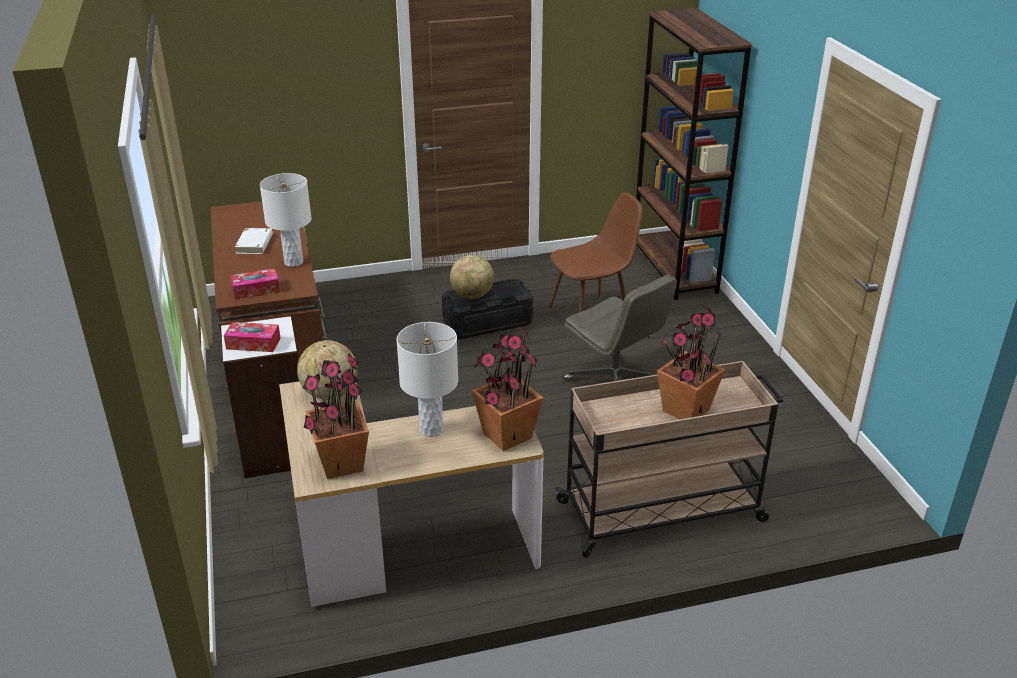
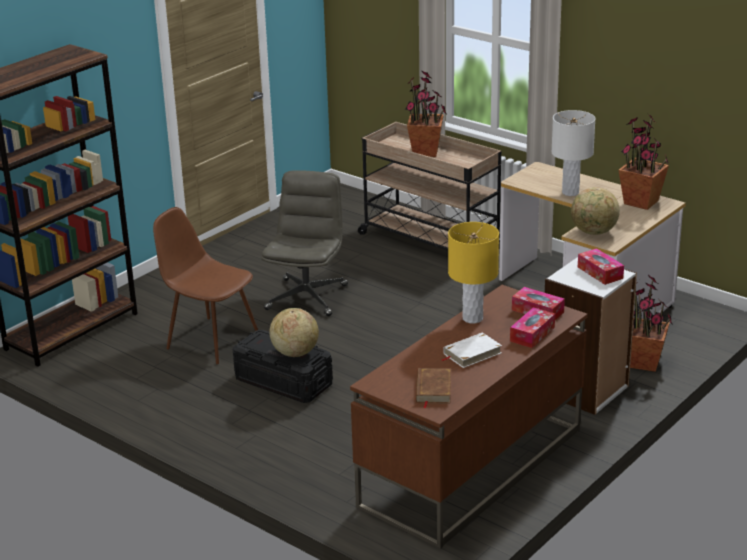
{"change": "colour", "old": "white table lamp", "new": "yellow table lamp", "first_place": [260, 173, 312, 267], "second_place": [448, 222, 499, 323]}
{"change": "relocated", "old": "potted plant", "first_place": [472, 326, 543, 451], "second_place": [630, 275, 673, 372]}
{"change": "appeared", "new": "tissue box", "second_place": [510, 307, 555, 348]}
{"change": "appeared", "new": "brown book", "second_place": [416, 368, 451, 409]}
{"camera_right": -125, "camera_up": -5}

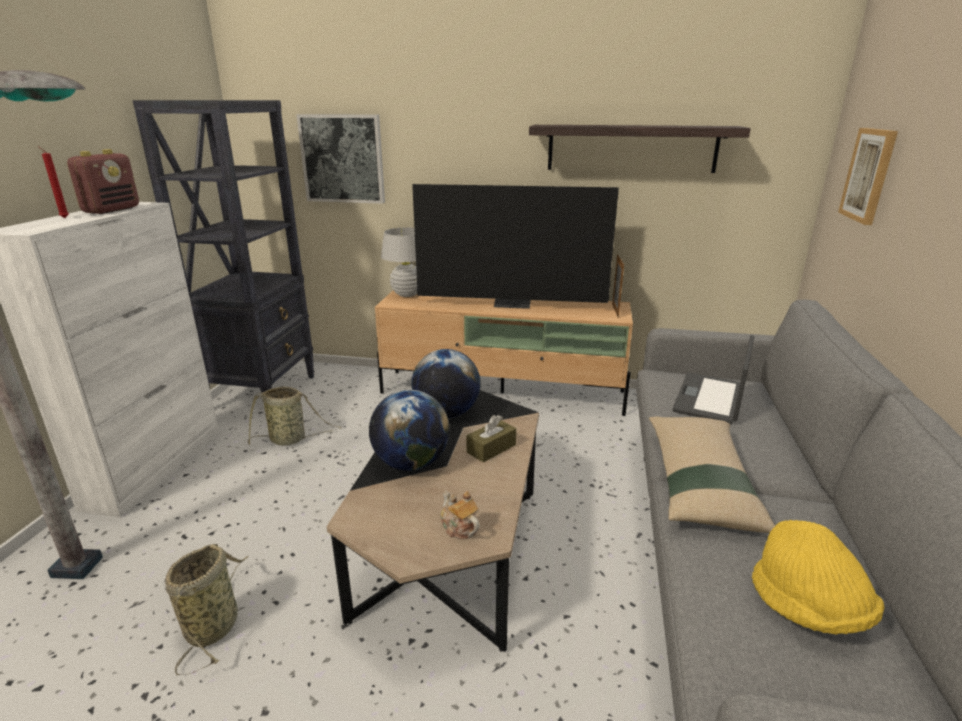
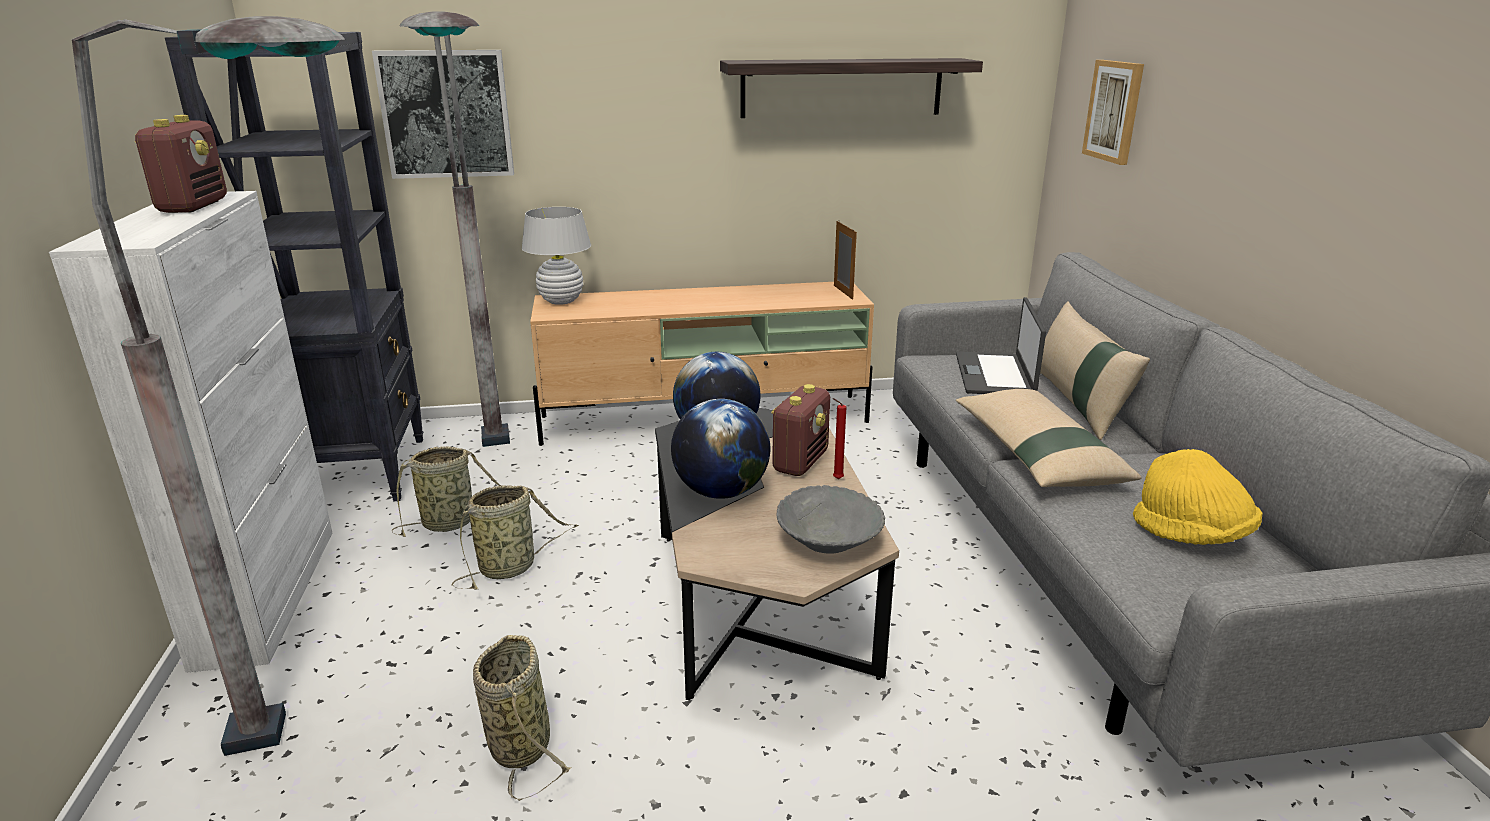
{"change": "relocated", "old": "red candle", "first_place": [38, 146, 69, 218], "second_place": [832, 398, 846, 479]}
{"change": "missing", "old": "television", "first_place": [412, 184, 619, 309]}
{"change": "exchanged", "old": "brown tissue box", "new": "radio", "first_place": [466, 415, 516, 463], "second_place": [771, 384, 830, 476]}
{"change": "exchanged", "old": "teapot", "new": "grey bowl", "first_place": [440, 491, 480, 539], "second_place": [776, 485, 885, 554]}
{"change": "appeared", "new": "grey floor lamp", "second_place": [400, 12, 510, 447]}
{"change": "appeared", "new": "beige pillow", "second_place": [1040, 301, 1150, 440]}
{"change": "appeared", "new": "basket", "second_place": [451, 485, 579, 590]}
{"camera_right": -20, "camera_up": 0}

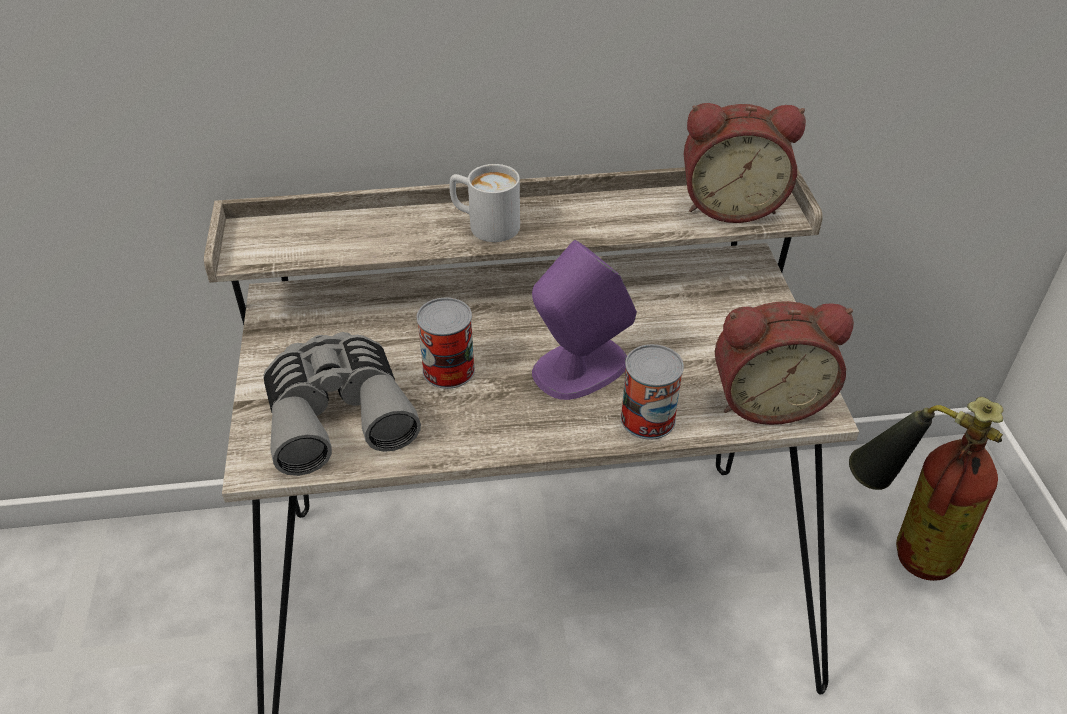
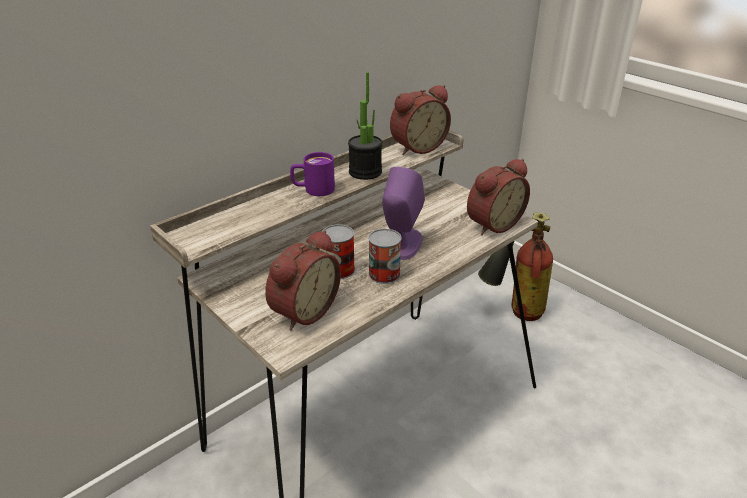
{"change": "colour", "old": "white mug", "new": "purple mug", "first_place": [449, 164, 520, 242], "second_place": [290, 152, 335, 196]}
{"change": "exchanged", "old": "grey binoculars", "new": "alarm clock", "first_place": [264, 332, 421, 476], "second_place": [265, 230, 341, 331]}
{"change": "relocated", "old": "can", "first_place": [620, 344, 684, 439], "second_place": [368, 229, 402, 284]}
{"change": "appeared", "new": "potted plant", "second_place": [348, 72, 382, 180]}
{"camera_right": -35, "camera_up": -10}

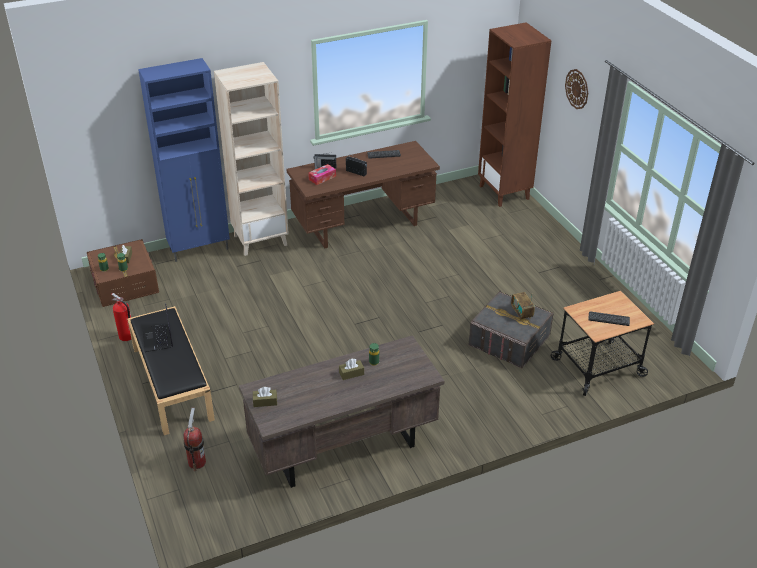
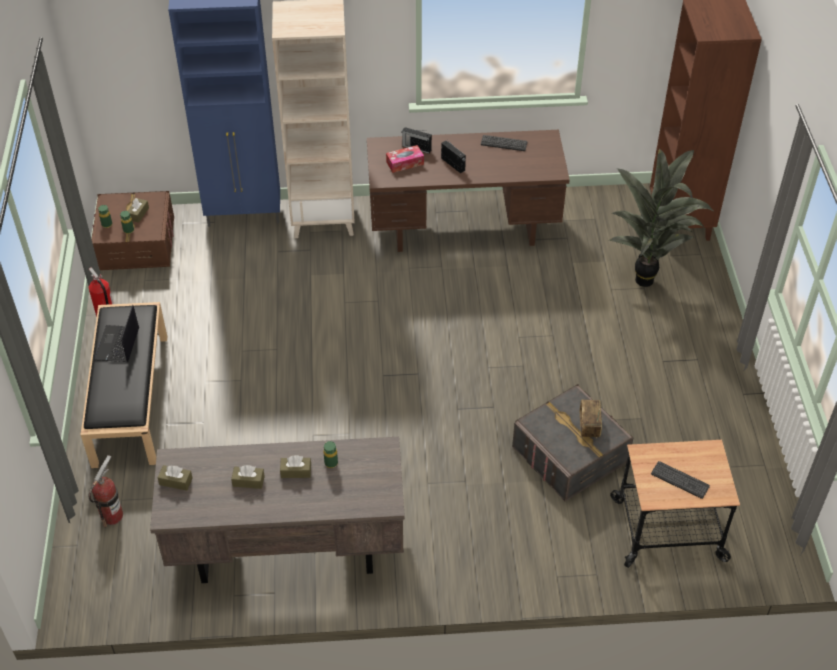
{"change": "missing", "old": "wall clock", "first_place": [565, 69, 588, 109]}
{"change": "appeared", "new": "potted plant", "second_place": [609, 148, 713, 287]}
{"change": "appeared", "new": "brown tissue box", "second_place": [231, 465, 265, 489]}
{"camera_right": 20, "camera_up": 10}

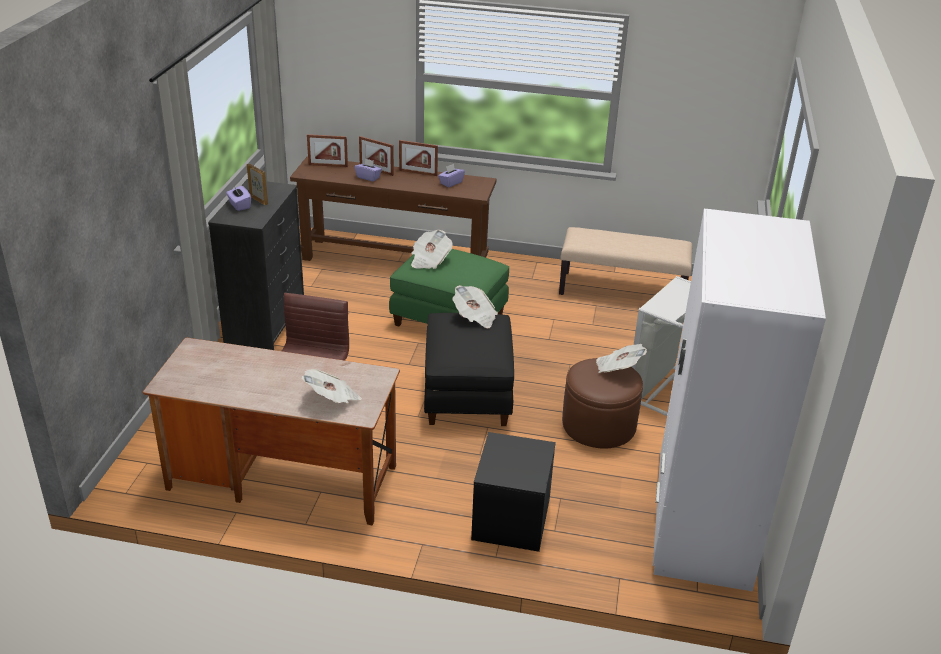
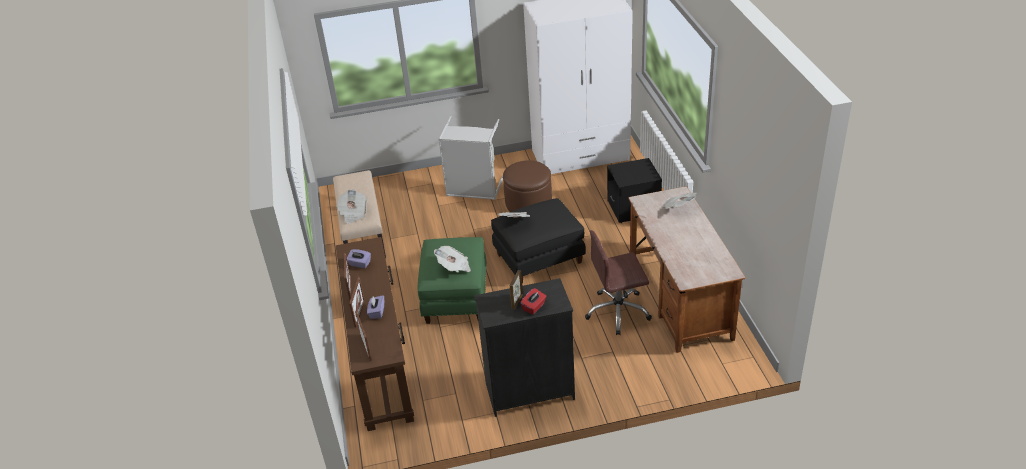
{"change": "colour", "old": "purple tissue box", "new": "red tissue box", "first_place": [226, 186, 251, 211], "second_place": [520, 288, 546, 314]}
{"change": "relocated", "old": "newspaper", "first_place": [596, 344, 647, 373], "second_place": [337, 189, 367, 224]}
{"camera_right": -110, "camera_up": 5}

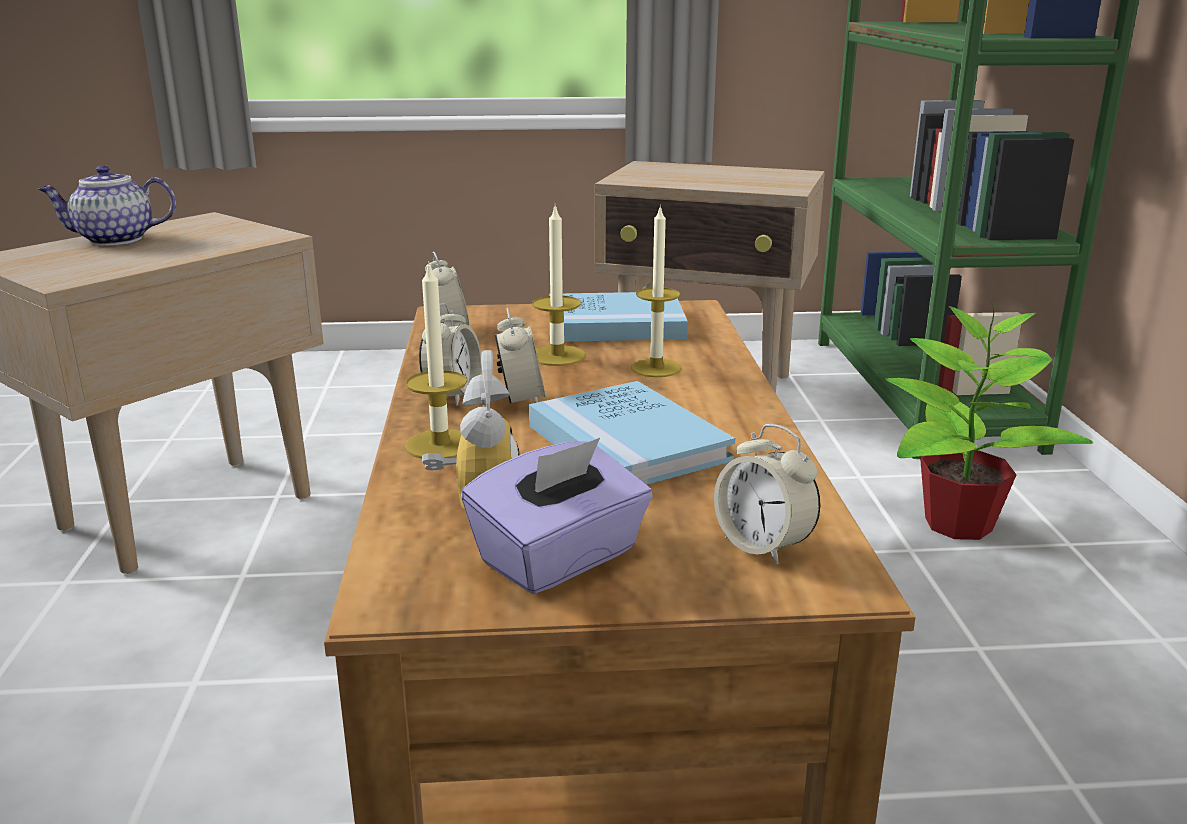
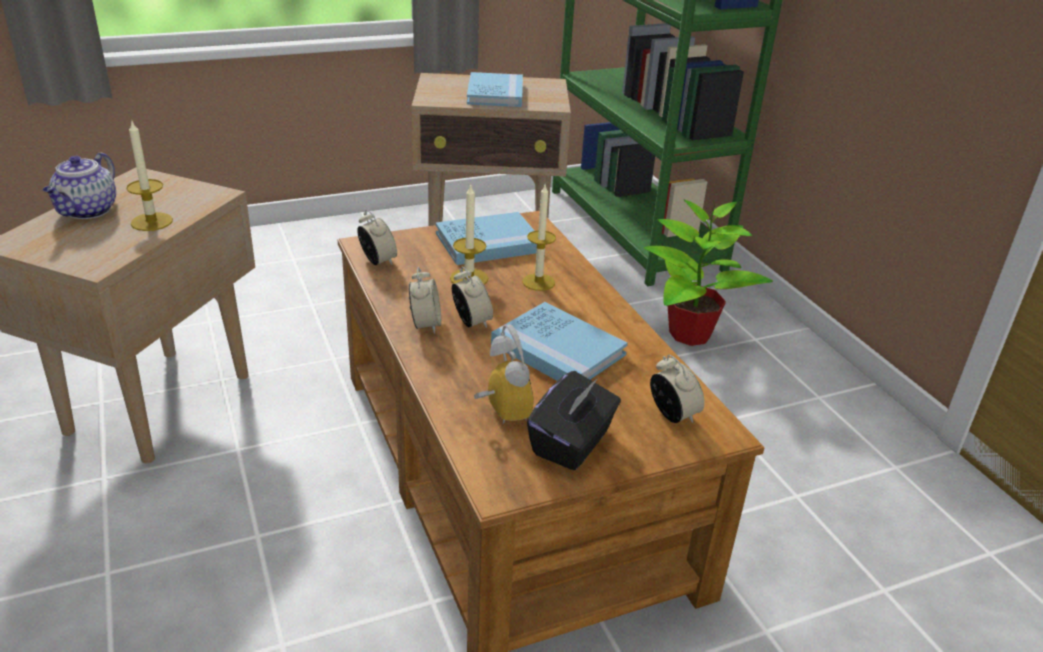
{"change": "spun", "old": "teapot", "first_place": [38, 165, 176, 246], "second_place": [43, 153, 116, 219], "degrees": -45}
{"change": "relocated", "old": "candle", "first_place": [405, 261, 467, 459], "second_place": [126, 119, 173, 231]}
{"change": "spun", "old": "alarm clock", "first_place": [714, 424, 820, 565], "second_place": [650, 355, 705, 423], "degrees": -150}
{"change": "colour", "old": "purple tissue box", "new": "black tissue box", "first_place": [461, 438, 653, 594], "second_place": [527, 371, 621, 470]}
{"change": "appeared", "new": "blue book", "second_place": [467, 72, 523, 107]}
{"camera_right": -20, "camera_up": 10}

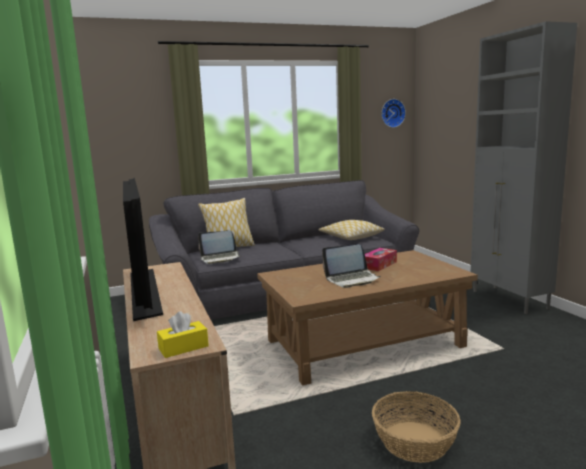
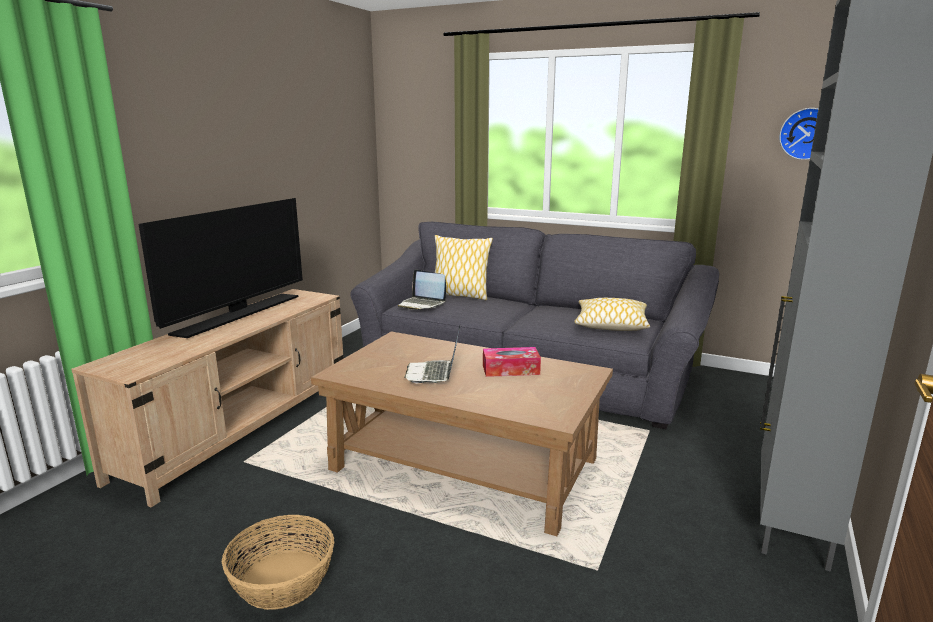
{"change": "spun", "old": "laptop", "first_place": [322, 244, 381, 288], "second_place": [404, 326, 460, 383], "degrees": 60}
{"change": "missing", "old": "yellow tissue box", "first_place": [157, 311, 209, 358]}
{"camera_right": 45, "camera_up": 5}

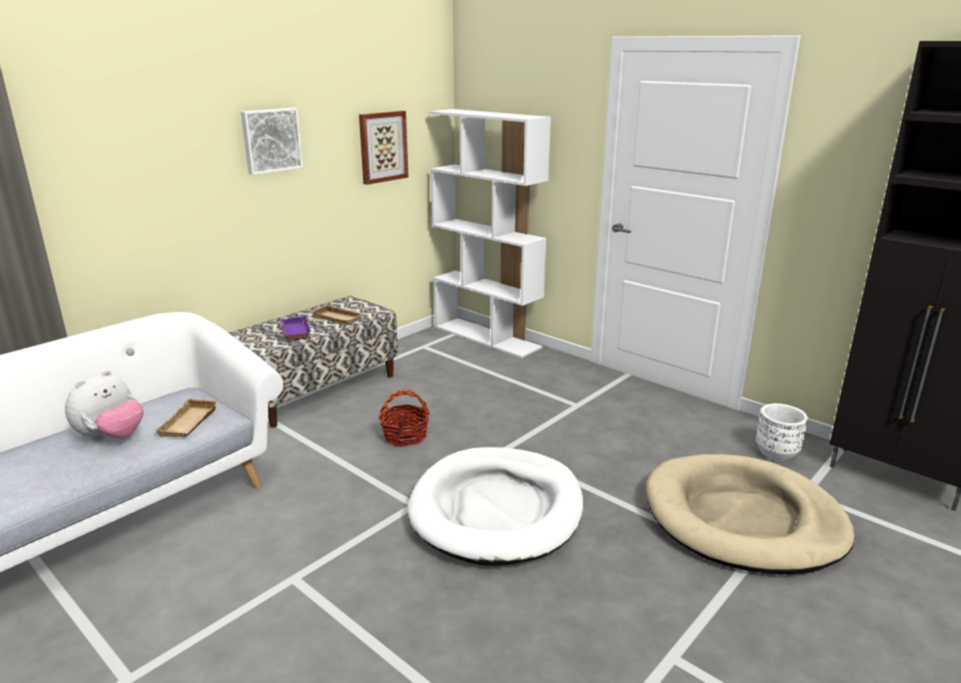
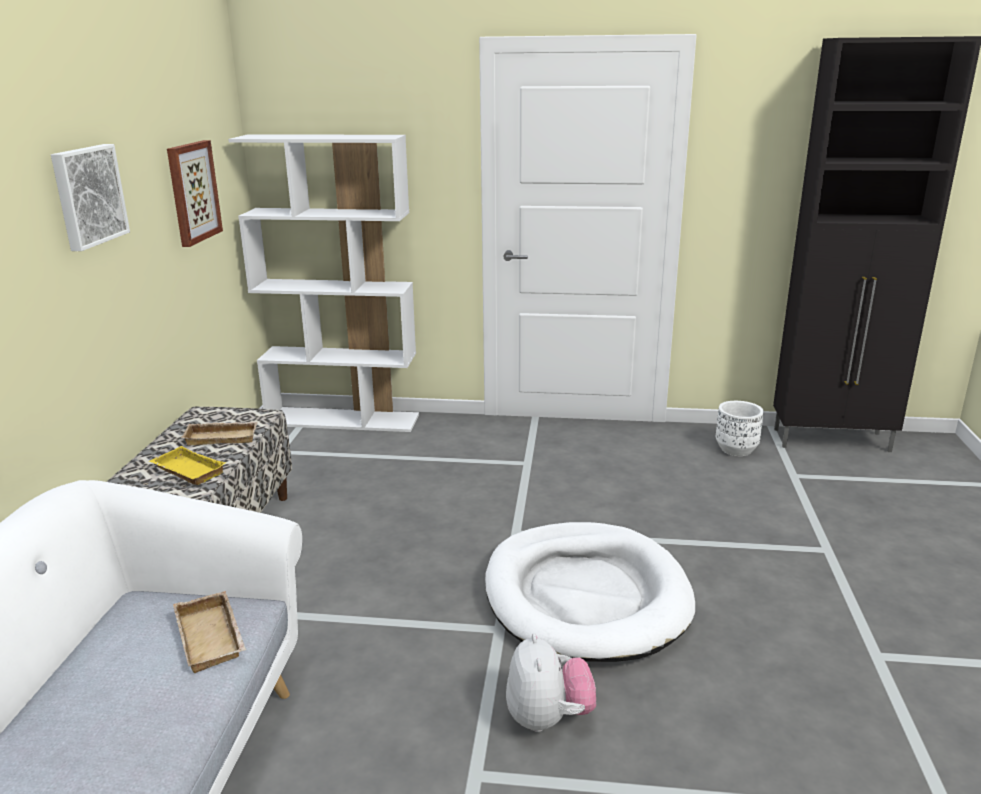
{"change": "colour", "old": "purple tray", "new": "yellow tray", "first_place": [280, 316, 311, 341], "second_place": [149, 446, 226, 485]}
{"change": "relocated", "old": "plush toy", "first_place": [65, 370, 144, 441], "second_place": [506, 633, 596, 732]}
{"change": "missing", "old": "basket", "first_place": [378, 390, 430, 447]}
{"change": "missing", "old": "beige dog bed", "first_place": [646, 454, 854, 575]}
{"camera_right": -35, "camera_up": 0}

